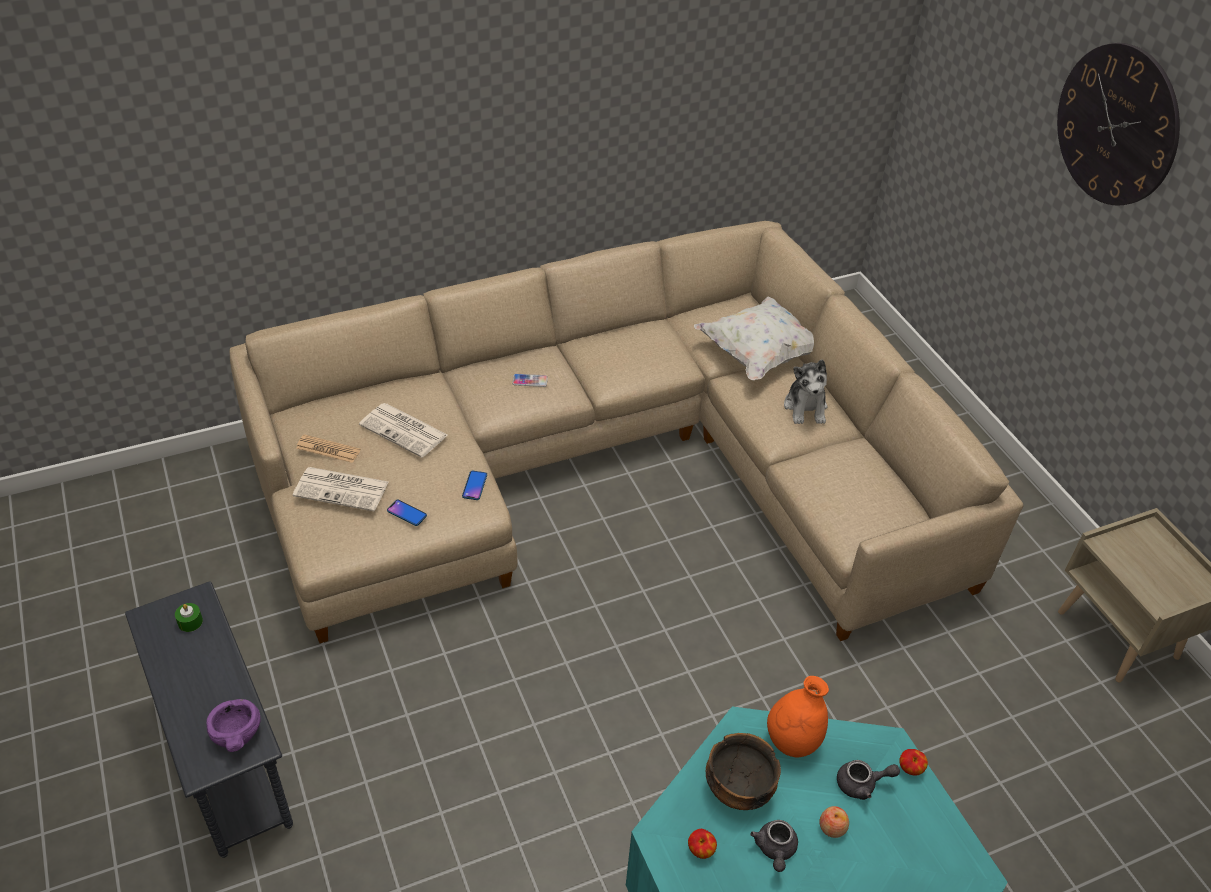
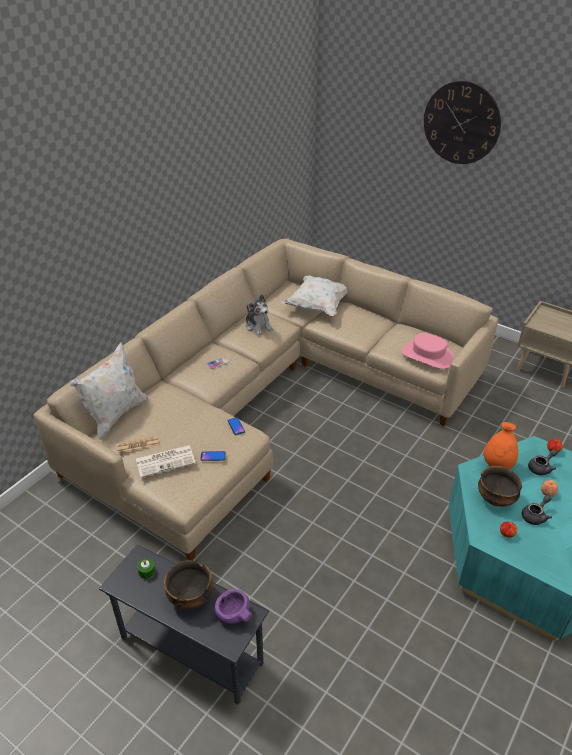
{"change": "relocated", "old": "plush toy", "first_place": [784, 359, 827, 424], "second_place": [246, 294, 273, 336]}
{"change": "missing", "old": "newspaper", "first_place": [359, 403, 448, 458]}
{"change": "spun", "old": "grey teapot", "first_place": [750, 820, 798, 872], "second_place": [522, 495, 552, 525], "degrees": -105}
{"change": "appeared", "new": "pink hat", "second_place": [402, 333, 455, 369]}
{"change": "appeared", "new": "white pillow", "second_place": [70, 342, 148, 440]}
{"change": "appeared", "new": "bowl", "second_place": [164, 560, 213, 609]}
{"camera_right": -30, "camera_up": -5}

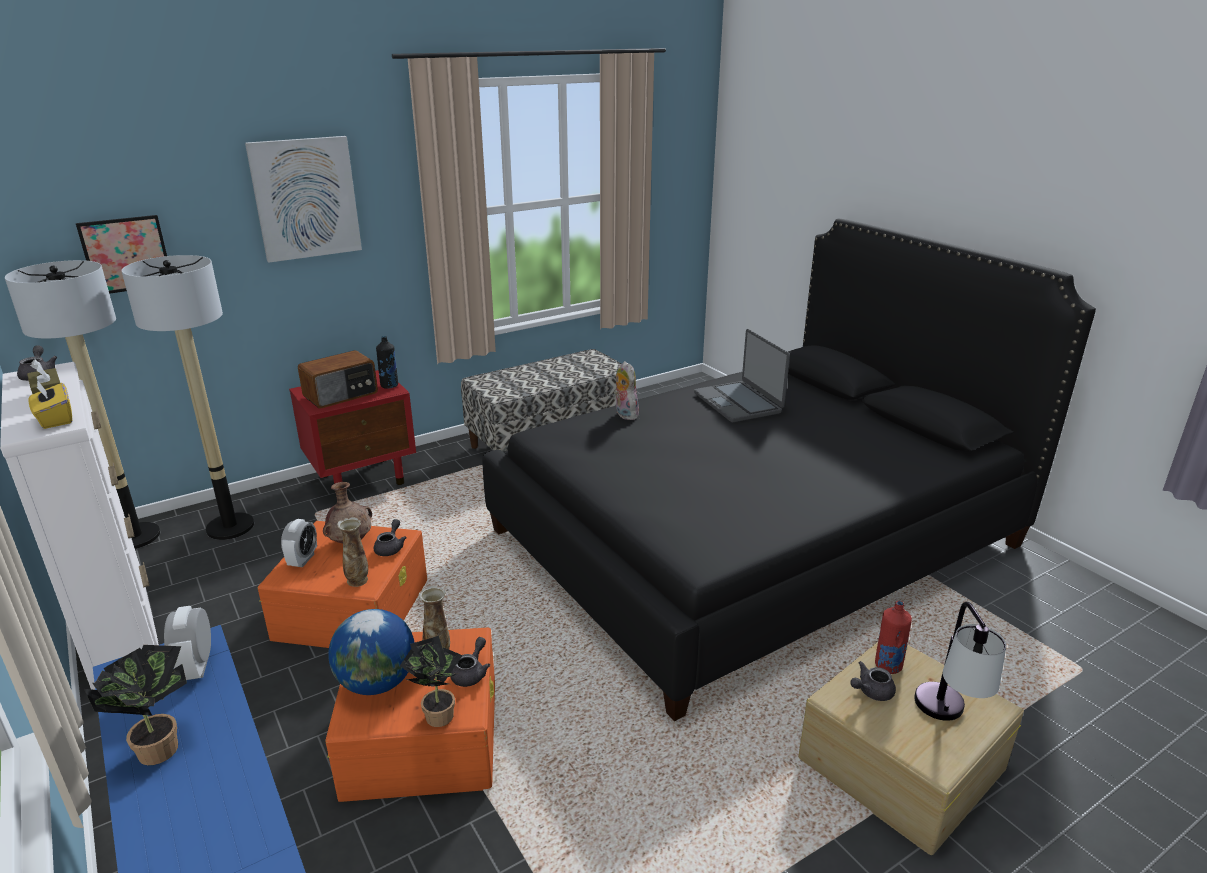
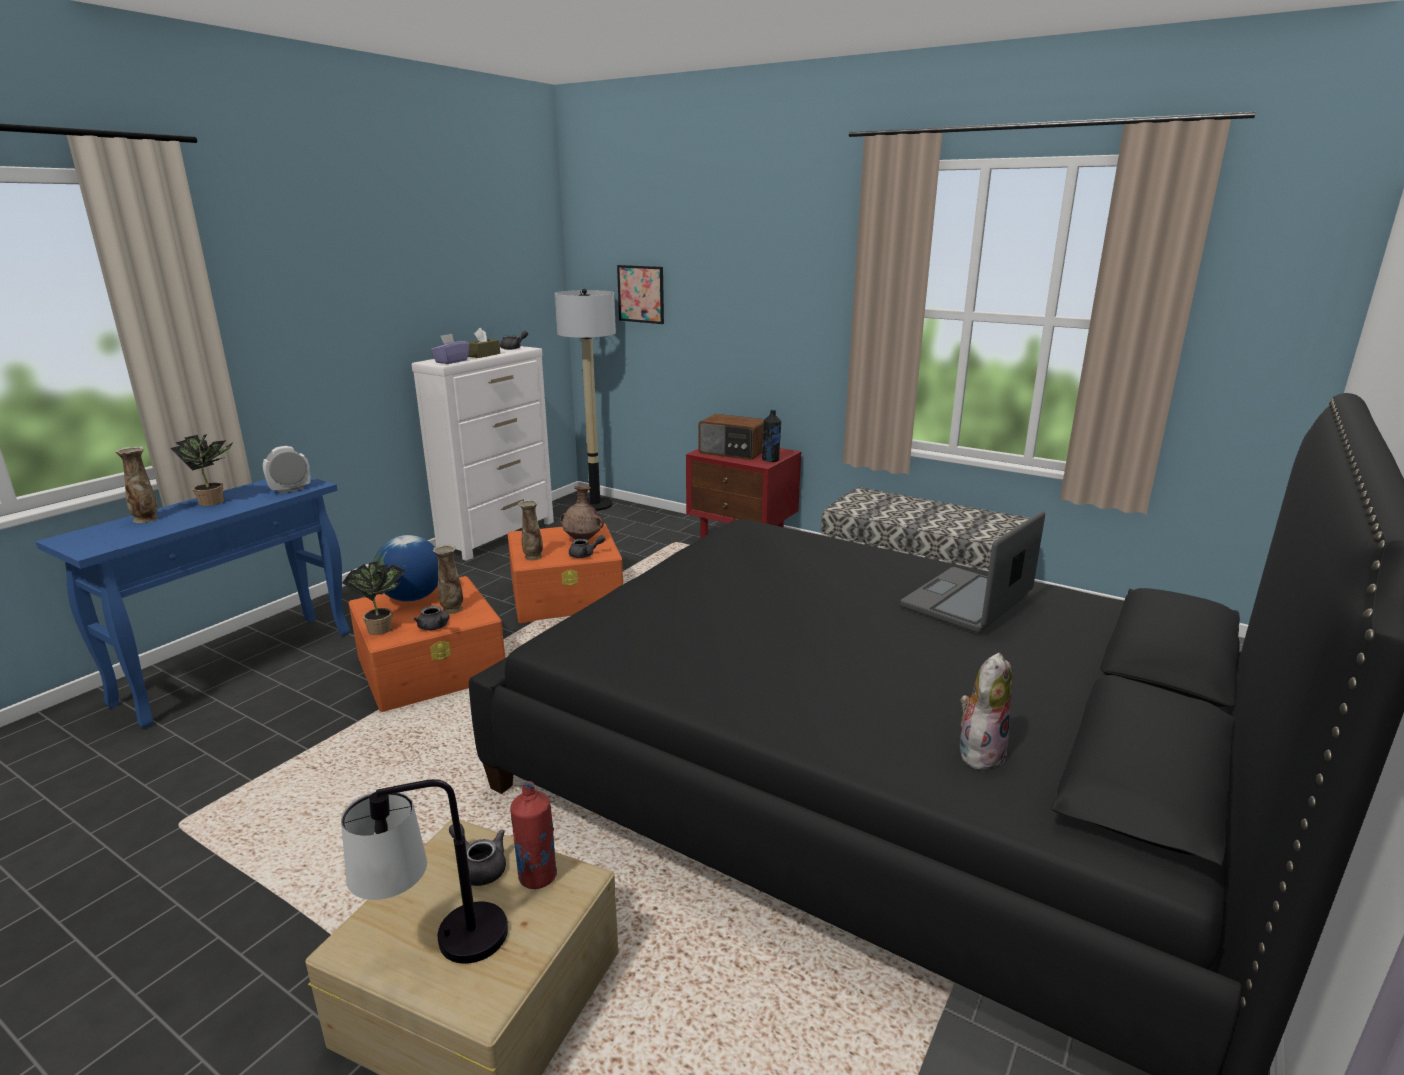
{"change": "missing", "old": "picture", "first_place": [245, 136, 362, 263]}
{"change": "missing", "old": "floor lamp", "first_place": [121, 255, 254, 540]}
{"change": "relocated", "old": "plush toy", "first_place": [614, 361, 639, 420], "second_place": [958, 653, 1013, 769]}
{"change": "colour", "old": "yellow tissue box", "new": "purple tissue box", "first_place": [29, 380, 72, 429], "second_place": [430, 334, 469, 364]}
{"change": "missing", "old": "alarm clock", "first_place": [281, 519, 317, 567]}
{"change": "spun", "old": "grey teapot", "first_place": [450, 637, 490, 687], "second_place": [414, 606, 450, 630], "degrees": 45}
{"change": "appeared", "new": "vase", "second_place": [115, 446, 158, 523]}
{"camera_right": 65, "camera_up": -5}

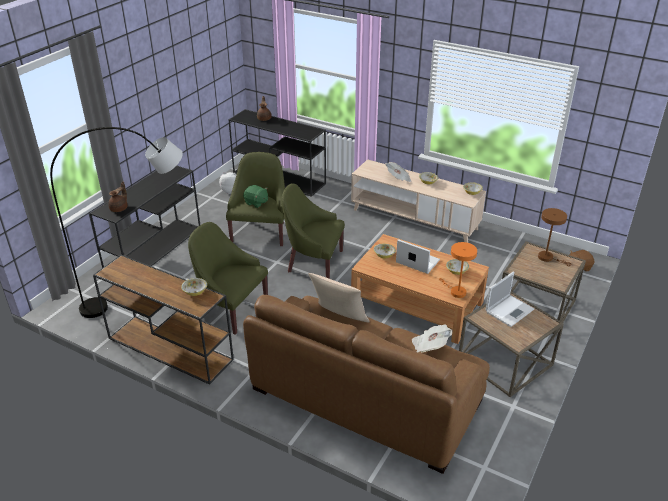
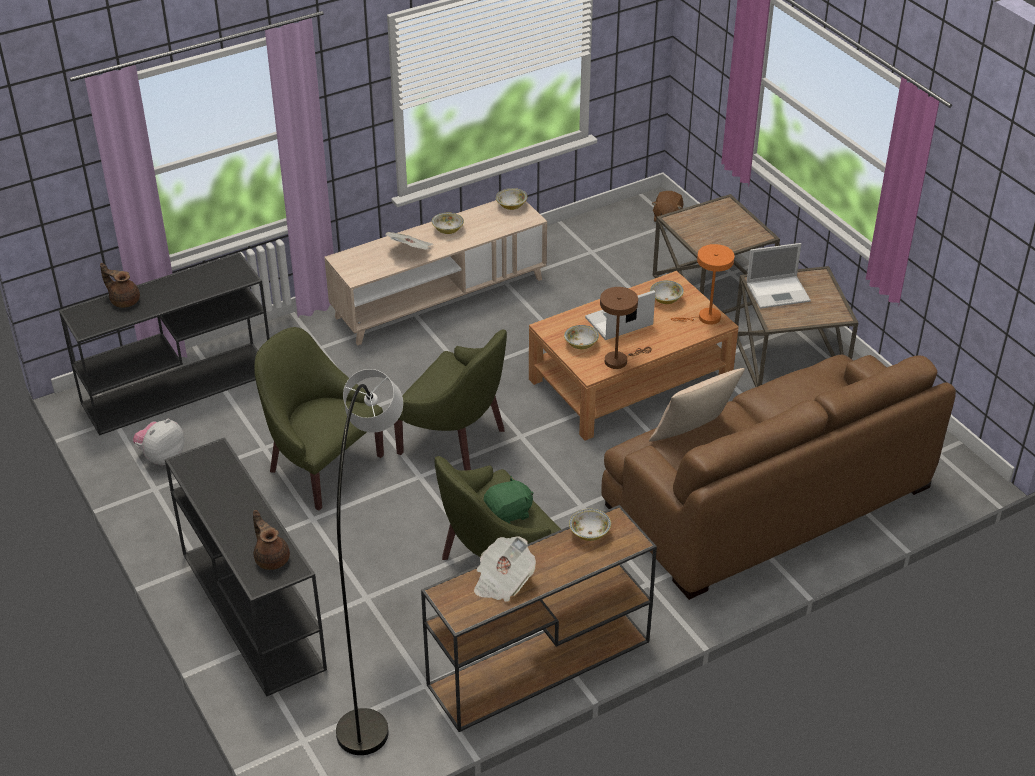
{"change": "spun", "old": "green armchair", "first_place": [281, 183, 345, 279], "second_place": [394, 330, 507, 471], "degrees": -105}
{"change": "relocated", "old": "green plush toy", "first_place": [243, 185, 268, 208], "second_place": [484, 476, 533, 524]}
{"change": "relocated", "old": "brown table lamp", "first_place": [538, 208, 571, 266], "second_place": [600, 287, 652, 369]}
{"change": "spun", "old": "laptop", "first_place": [486, 272, 534, 327], "second_place": [746, 243, 811, 309], "degrees": 90}
{"change": "relocated", "old": "newspaper", "first_place": [412, 325, 452, 352], "second_place": [474, 536, 536, 602]}
{"camera_right": -60, "camera_up": 5}

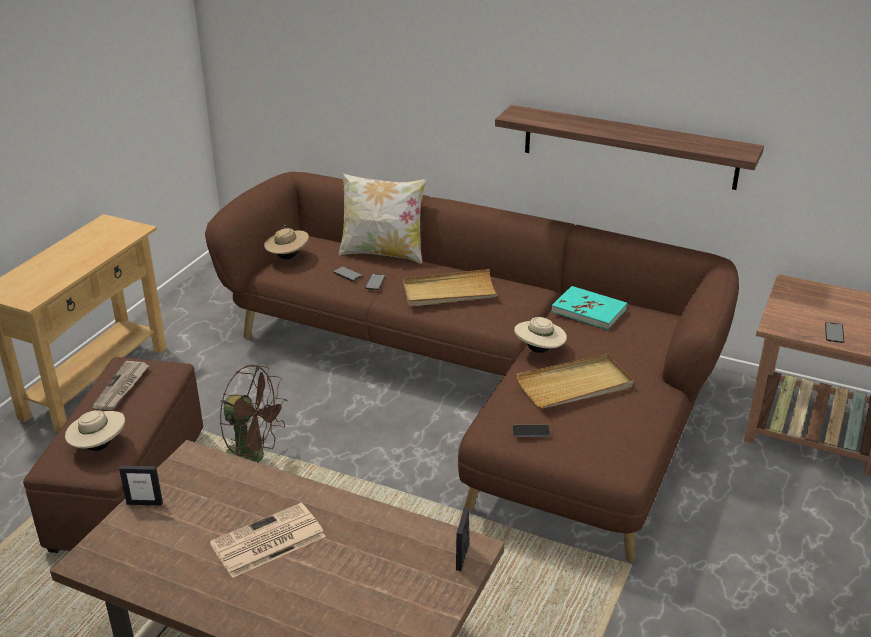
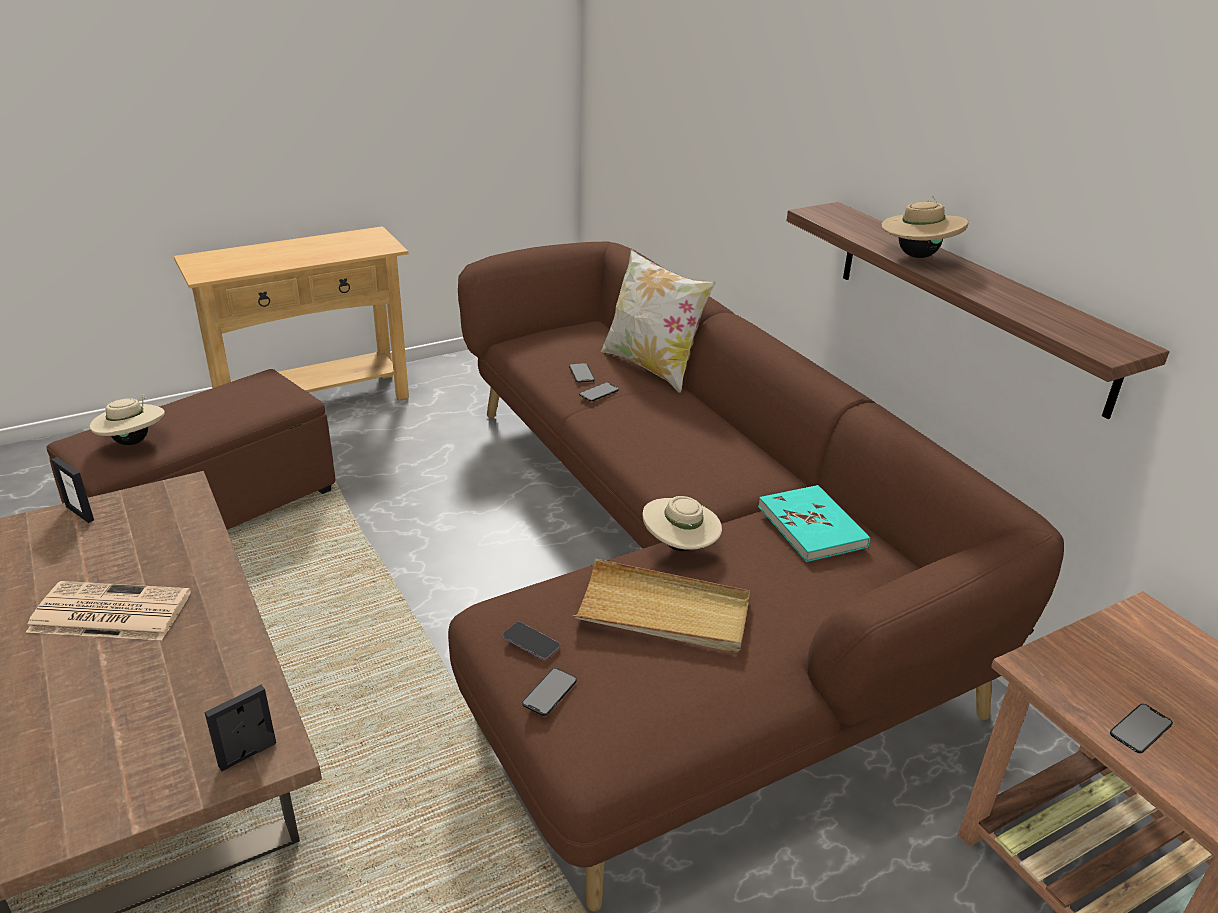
{"change": "relocated", "old": "beige hat", "first_place": [264, 225, 309, 259], "second_place": [881, 196, 969, 258]}
{"change": "missing", "old": "beige tray", "first_place": [403, 269, 499, 307]}
{"change": "missing", "old": "newspaper", "first_place": [92, 361, 149, 410]}
{"change": "missing", "old": "brown fan", "first_place": [220, 364, 287, 463]}
{"change": "appeared", "new": "phone", "second_place": [522, 668, 577, 716]}
{"camera_right": 35, "camera_up": 0}

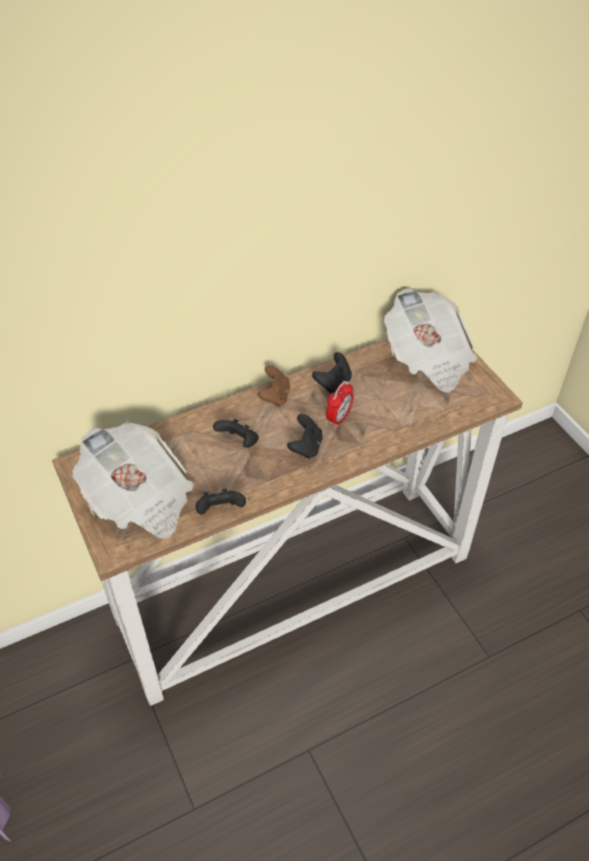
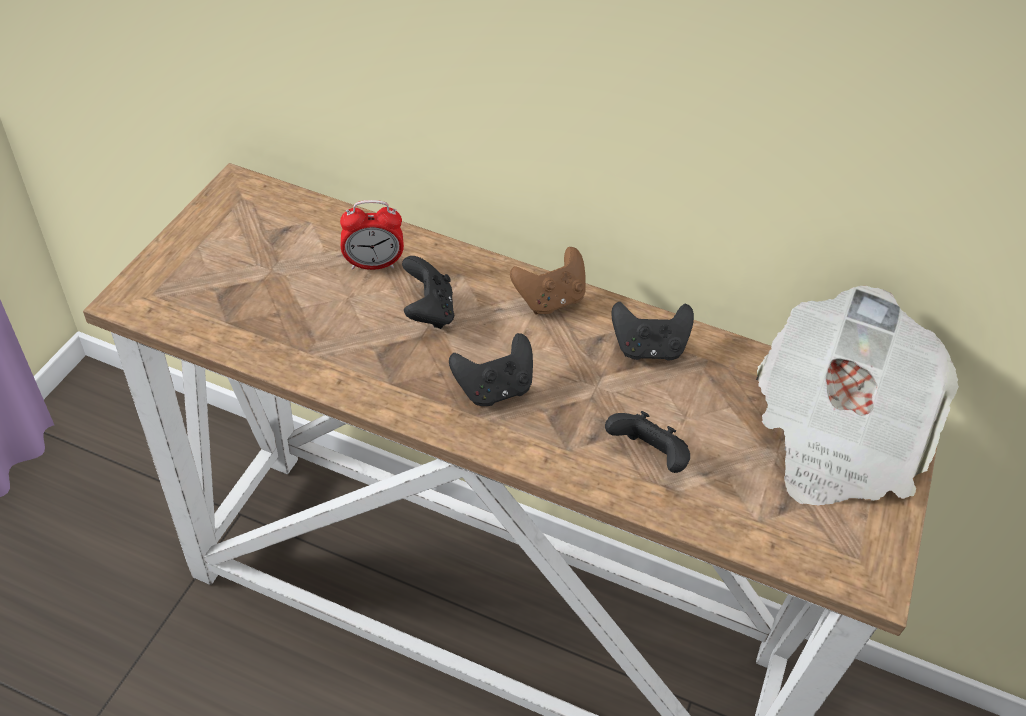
{"change": "relocated", "old": "alarm clock", "first_place": [326, 381, 354, 428], "second_place": [340, 200, 404, 270]}
{"change": "missing", "old": "newspaper", "first_place": [72, 423, 194, 539]}
{"change": "relocated", "old": "black game controller", "first_place": [196, 489, 246, 515], "second_place": [605, 411, 690, 473]}
{"camera_right": 45, "camera_up": 0}

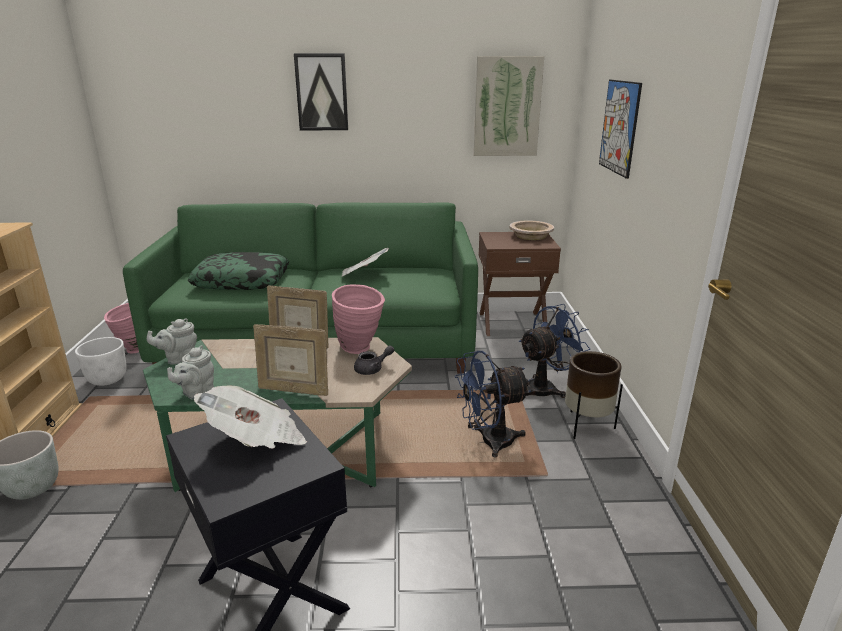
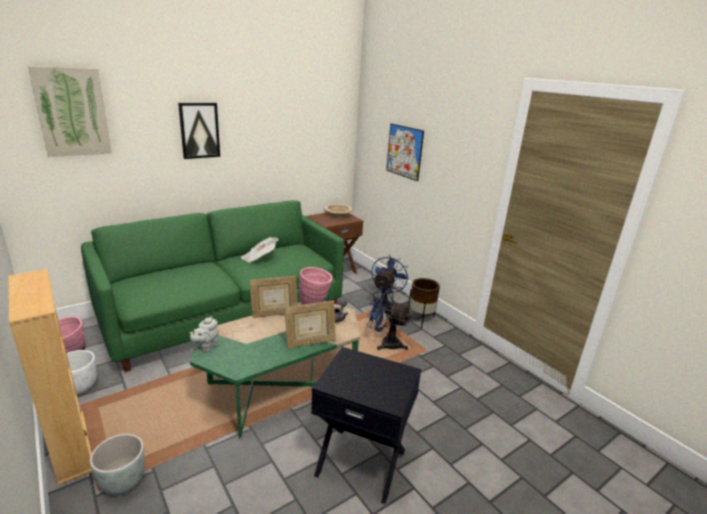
{"change": "relocated", "old": "picture", "first_place": [474, 56, 544, 156], "second_place": [28, 66, 112, 157]}
{"change": "missing", "old": "pillow", "first_place": [188, 252, 289, 290]}
{"change": "missing", "old": "grey teapot", "first_place": [167, 345, 214, 400]}
{"change": "spun", "old": "blue fan", "first_place": [455, 351, 531, 457], "second_place": [367, 286, 411, 350], "degrees": 75}
{"change": "missing", "old": "newspaper", "first_place": [194, 385, 307, 449]}
{"camera_right": -35, "camera_up": 0}

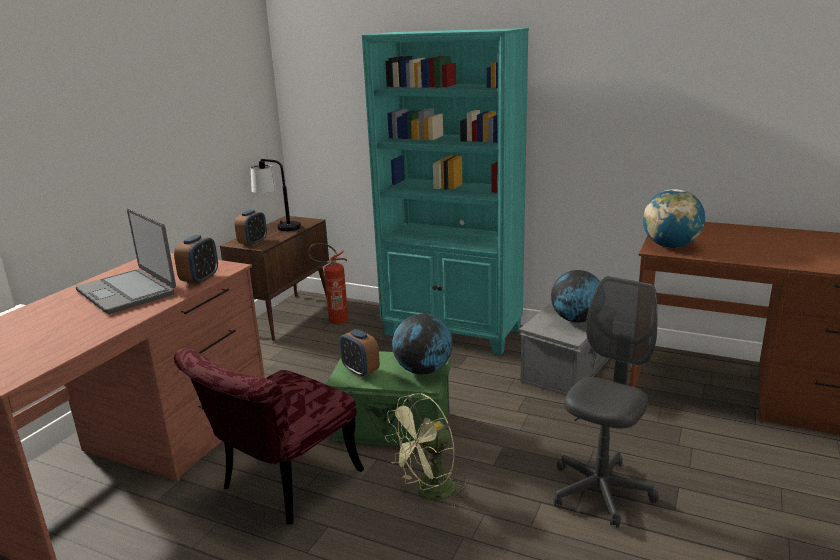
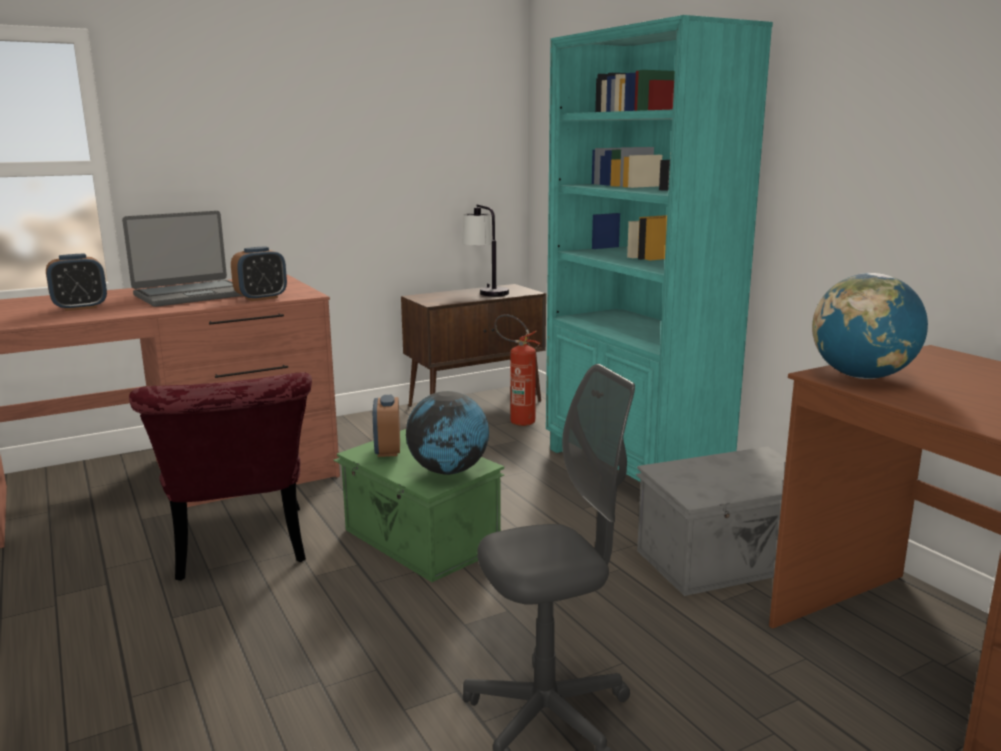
{"change": "spun", "old": "laptop", "first_place": [76, 209, 176, 314], "second_place": [122, 211, 242, 307], "degrees": -120}
{"change": "relocated", "old": "alarm clock", "first_place": [235, 210, 267, 246], "second_place": [46, 253, 107, 311]}
{"change": "missing", "old": "globe", "first_place": [551, 270, 600, 323]}
{"change": "spun", "old": "red chair", "first_place": [174, 348, 364, 525], "second_place": [129, 372, 312, 581], "degrees": -90}
{"change": "missing", "old": "green fan", "first_place": [385, 393, 469, 506]}
{"camera_right": 35, "camera_up": -5}

